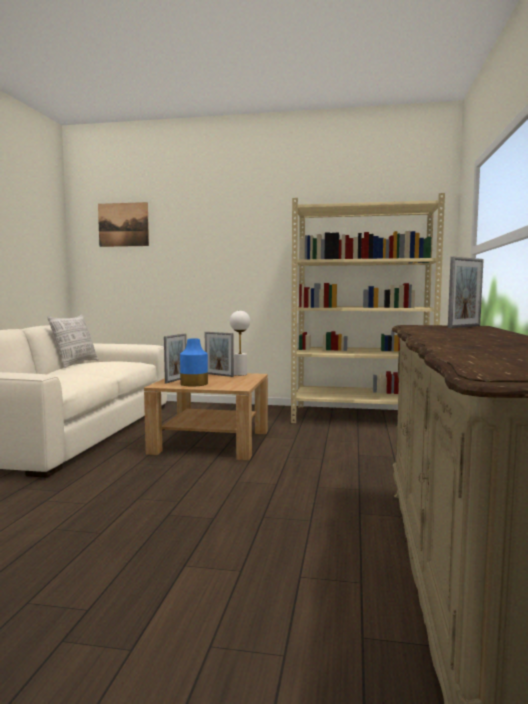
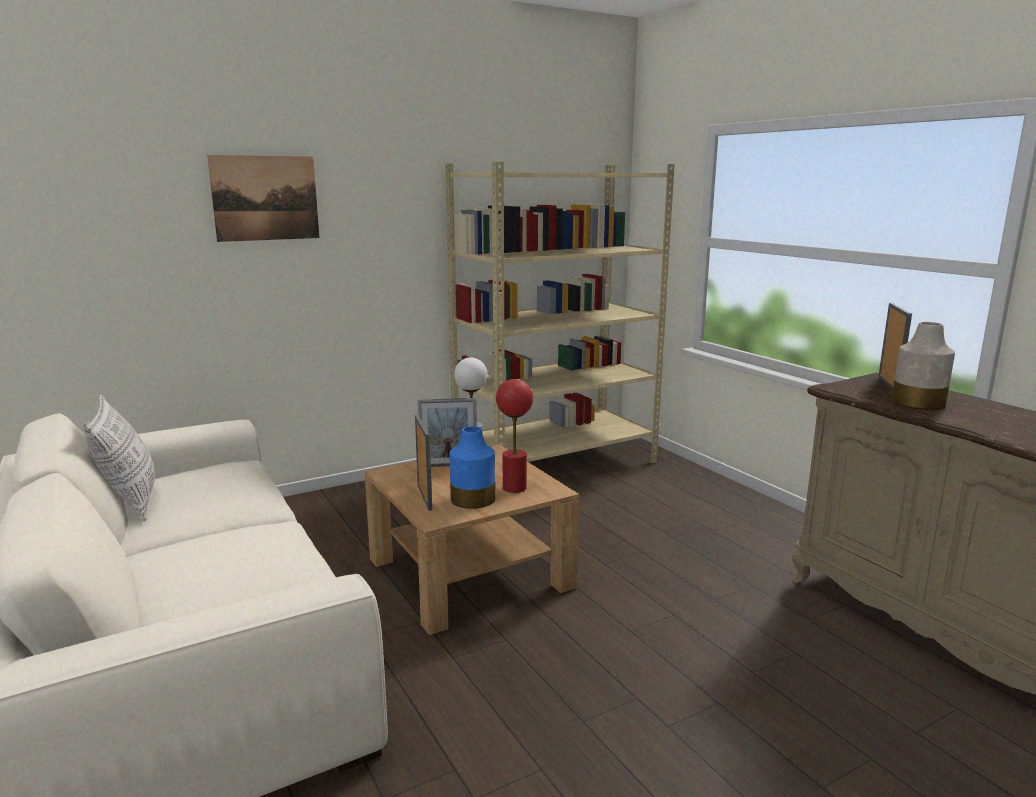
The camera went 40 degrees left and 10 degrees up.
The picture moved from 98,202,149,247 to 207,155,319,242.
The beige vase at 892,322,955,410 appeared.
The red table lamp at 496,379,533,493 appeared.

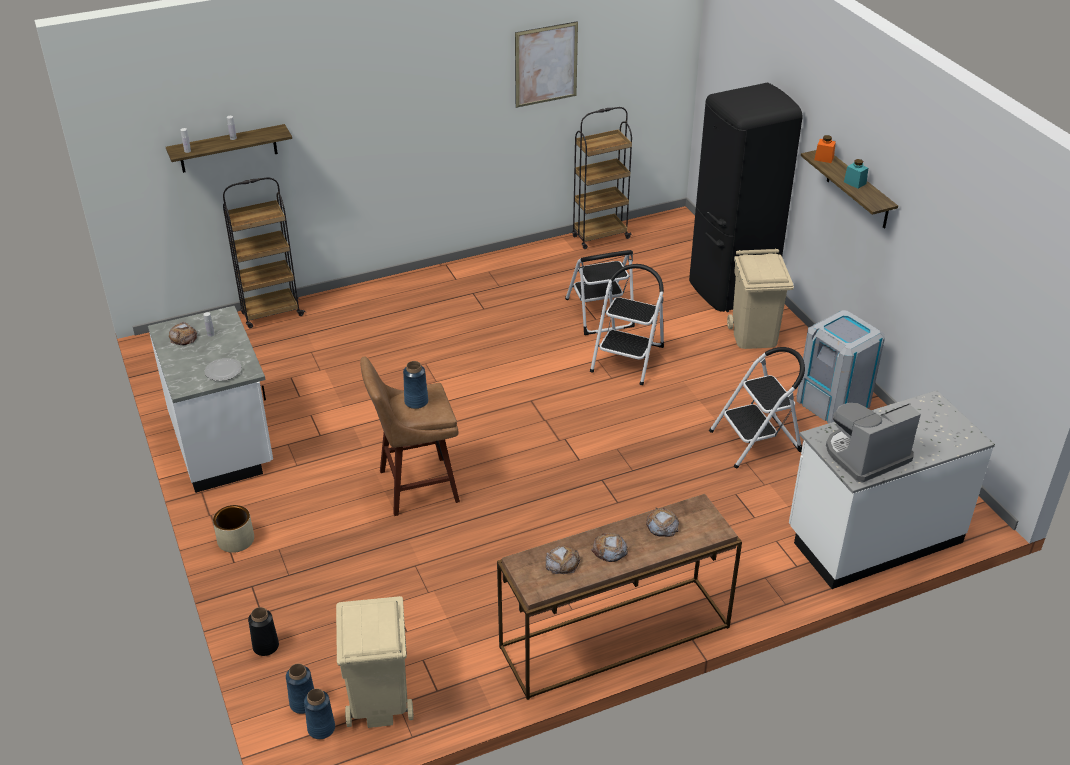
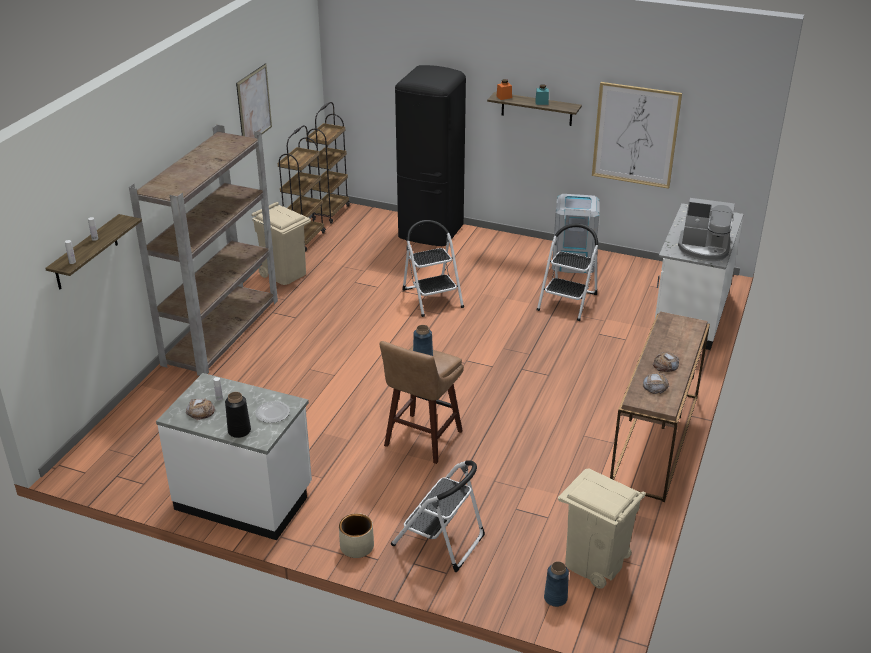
The camera went 45 degrees left and 5 degrees down.
The brown cart moved from 223,178,306,328 to 306,102,350,224.
The beige trash can moved from 727,248,794,349 to 251,202,311,285.
The step ladder moved from 565,250,635,335 to 391,460,485,572.
The coffee machine at 826,403,921,483 turned 90 degrees counterclockwise.
The bread at 646,507,679,537 disappeared.
The black vase moved from 248,607,279,656 to 225,392,251,438.
The blue vase at 304,689,335,739 disappeared.
The picture at 592,82,682,189 appeared.
The brown bookcase at 129,125,278,376 appeared.

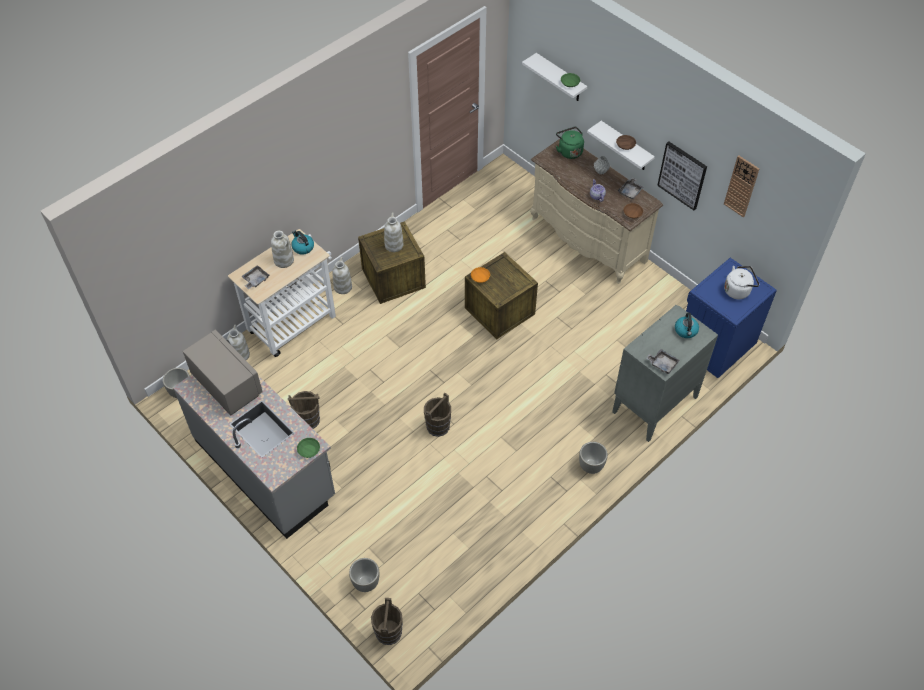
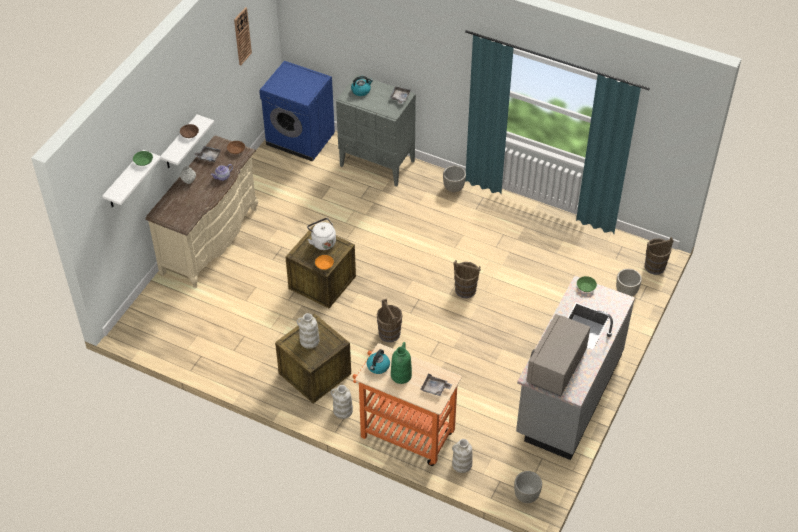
The camera went 110 degrees left and 5 degrees down.
The green kettle at 556,127,584,159 disappeared.
The picture at 657,142,707,210 disappeared.
The white cart at 228,229,336,357 became the orange cart at 353,343,462,466.
The white vase at 271,231,294,268 became the green vase at 391,342,412,384.
The white kettle moved from 724,266,759,299 to 307,218,336,250.
The brown bucket moved from 288,391,320,429 to 377,298,402,342.

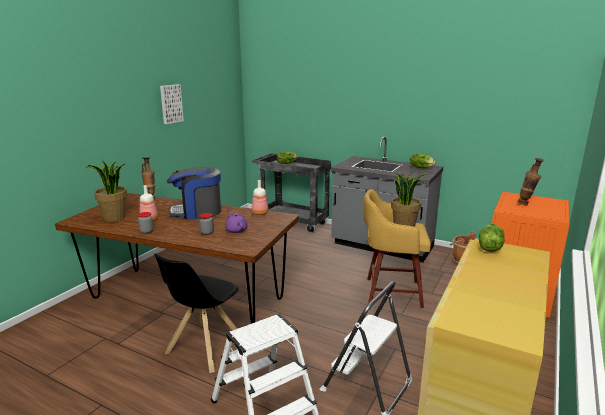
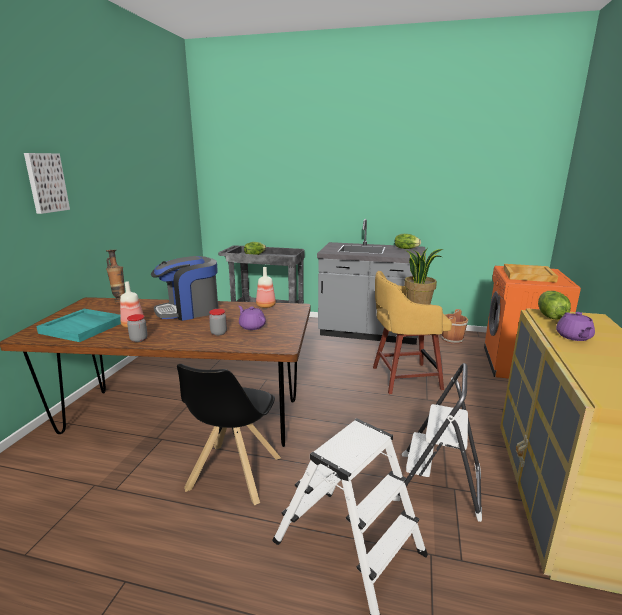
The camera went 15 degrees left and 0 degrees up.
The picture moved from 160,84,184,124 to 24,153,70,214.
The vase at 517,158,545,205 was replaced by the beige tray at 503,264,558,282.
The potted plant at 86,160,127,222 was replaced by the turquoise tray at 36,309,121,342.
The purple teapot at 556,312,595,341 appeared.

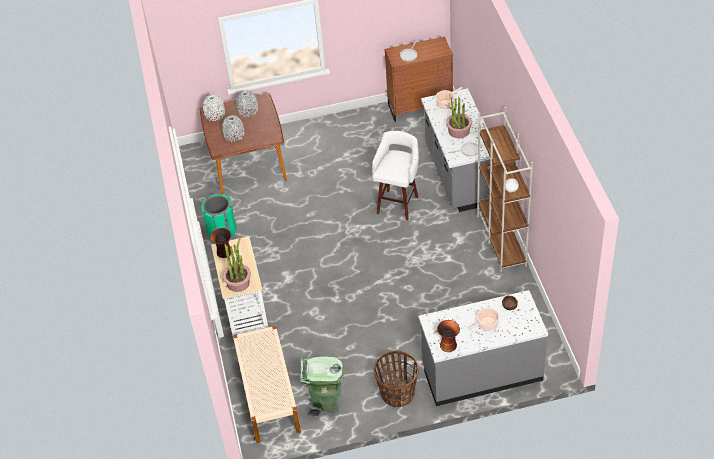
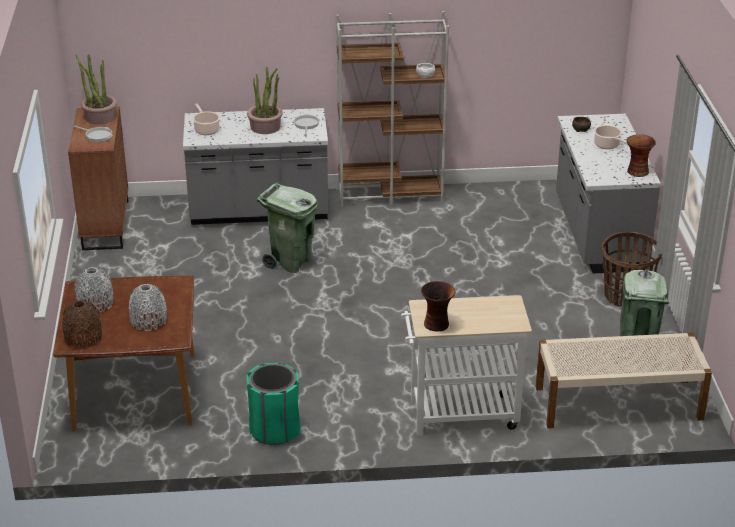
The camera went 85 degrees left and 15 degrees down.
The white vase at 203,95,225,121 became the brown vase at 62,300,102,348.
The white stool at 372,131,419,221 was replaced by the green trash can at 256,183,318,273.
The potted plant moved from 223,237,251,292 to 76,54,117,125.

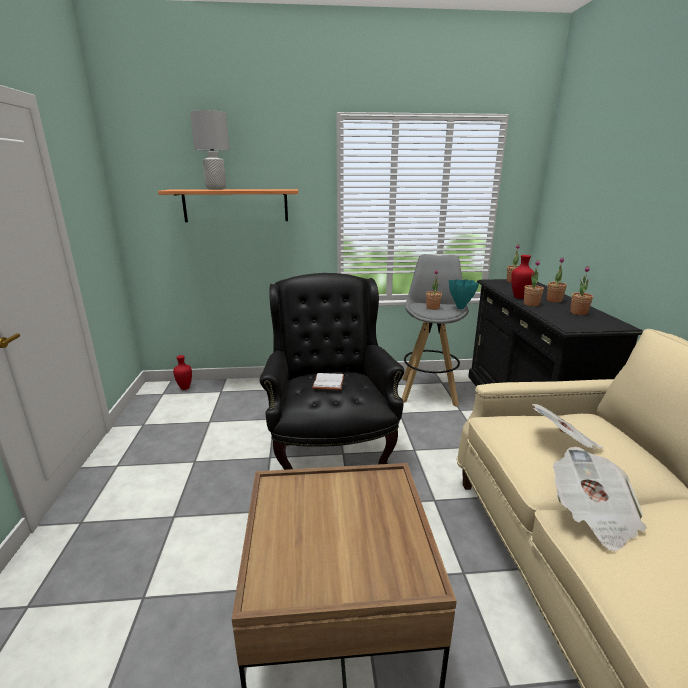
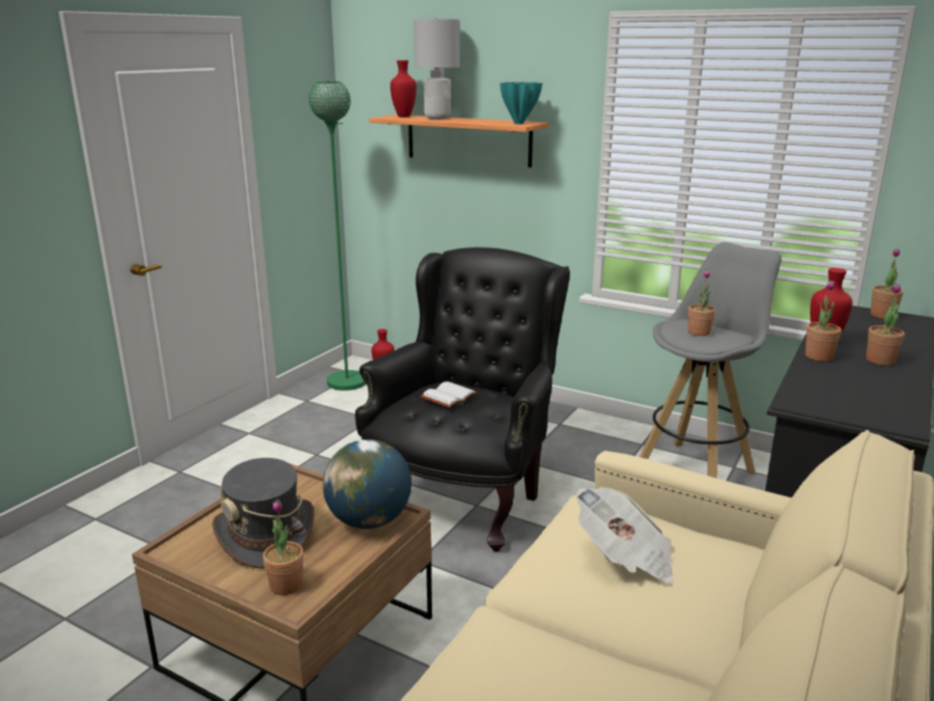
The camera went 35 degrees right and 0 degrees up.
The potted plant moved from 570,266,593,315 to 263,499,304,595.
The turquoise vase moved from 449,279,479,309 to 500,82,543,124.
The newspaper at 553,447,647,552 disappeared.
The red vase at 390,60,417,117 appeared.
The green floor lamp at 309,81,366,391 appeared.
The globe at 323,439,412,529 appeared.
The grey hat at 212,458,315,569 appeared.

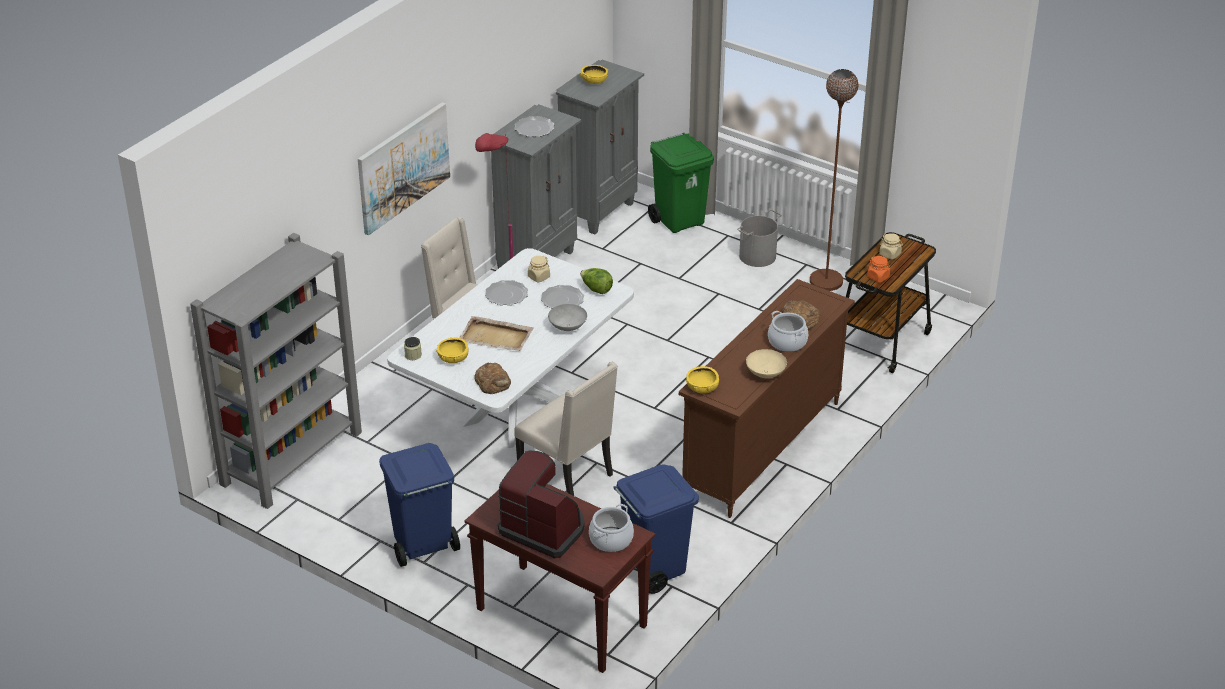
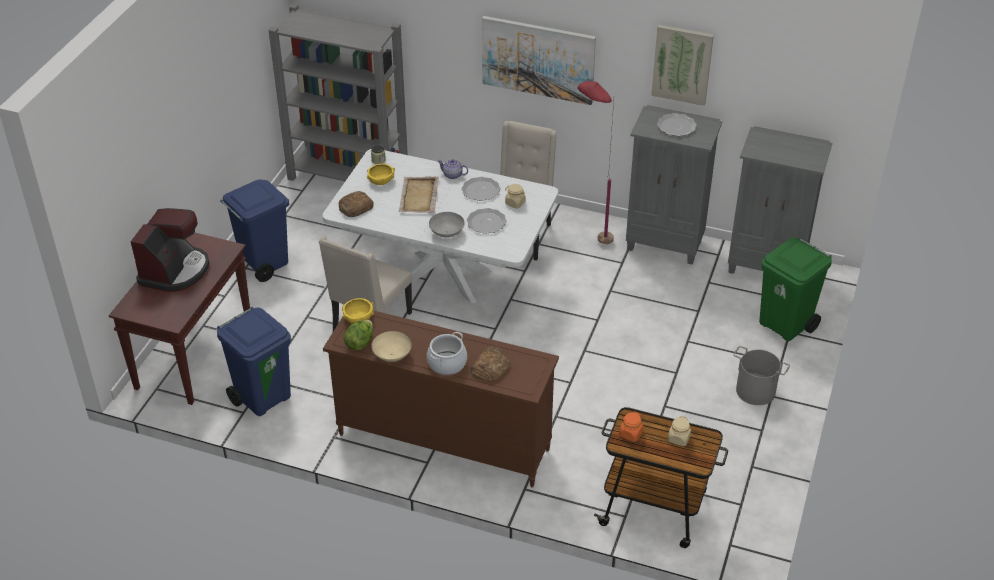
The camera went 75 degrees right and 5 degrees up.
The yellow bowl at 580,65,608,84 disappeared.
The brown floor lamp at 810,69,859,291 disappeared.
The lettuce moved from 580,268,613,294 to 343,320,373,351.
The cooking pot at 589,504,634,552 disappeared.
The picture at 651,25,714,106 appeared.
The teapot at 437,159,468,179 appeared.

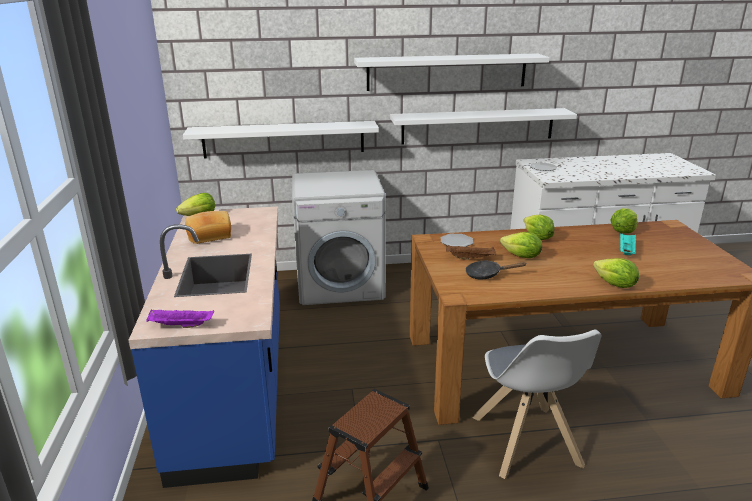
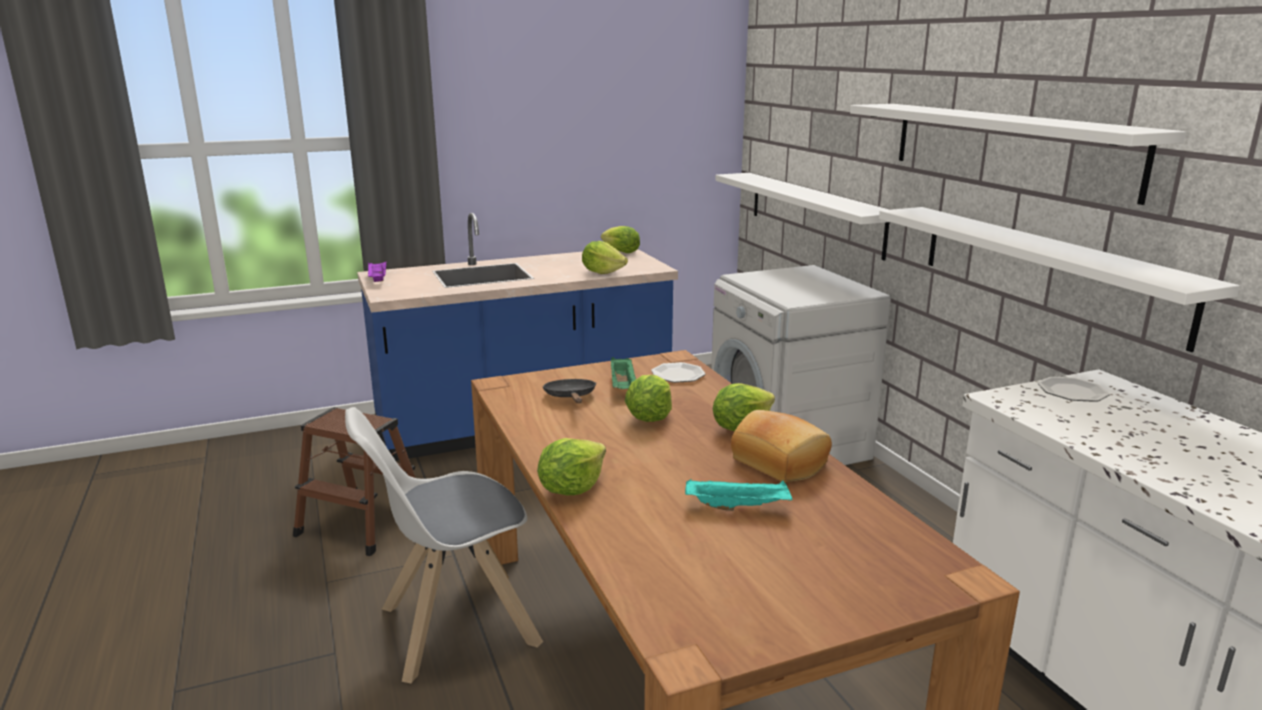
The camera went 75 degrees right and 5 degrees down.
The lettuce moved from 610,208,637,233 to 582,241,628,274.
The bread moved from 185,211,231,244 to 731,410,832,482.
The brown tray at 446,245,496,260 became the green tray at 611,357,636,389.

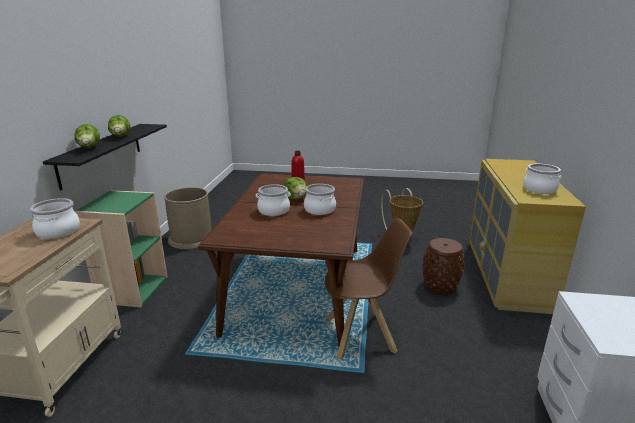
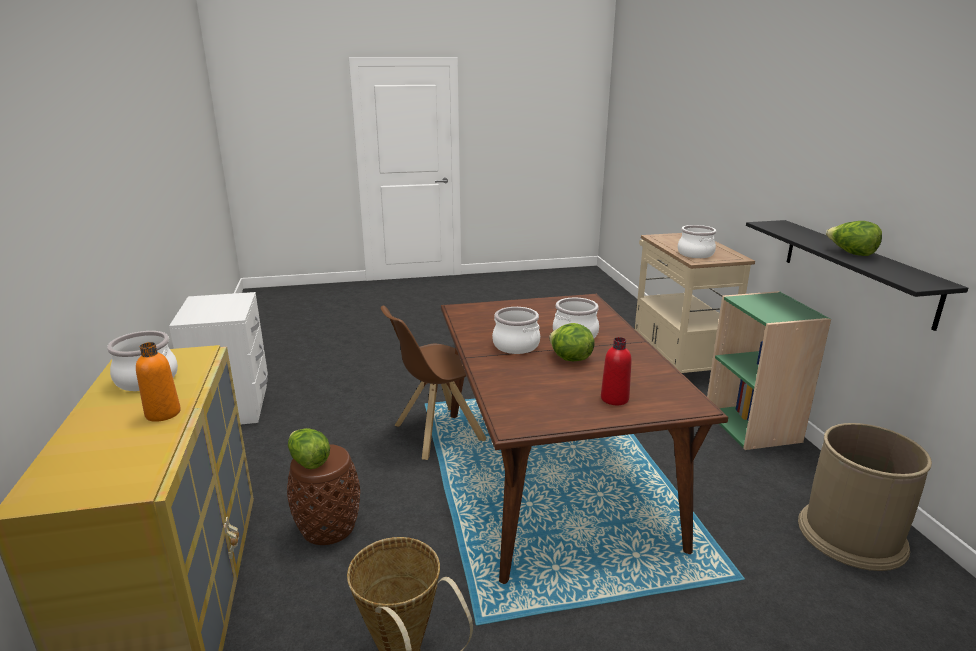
The camera went 160 degrees right and 0 degrees up.
The lettuce moved from 75,124,100,148 to 288,428,330,469.
The orange bottle at 136,342,181,422 appeared.

